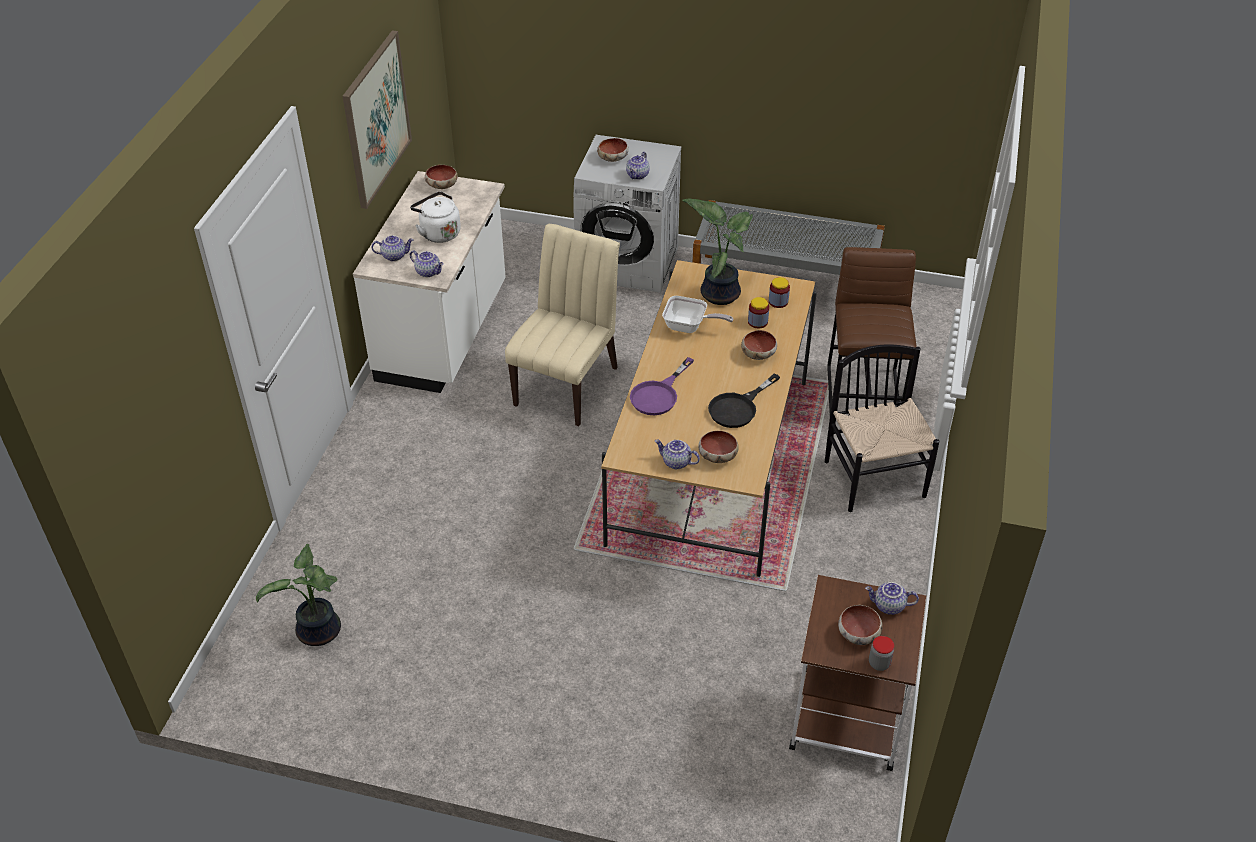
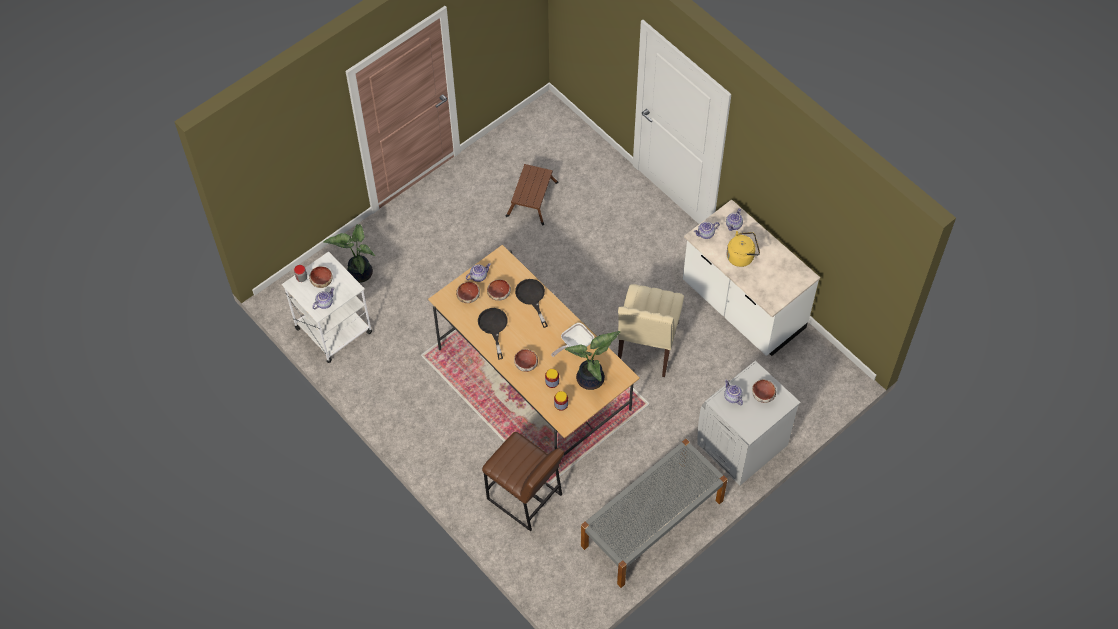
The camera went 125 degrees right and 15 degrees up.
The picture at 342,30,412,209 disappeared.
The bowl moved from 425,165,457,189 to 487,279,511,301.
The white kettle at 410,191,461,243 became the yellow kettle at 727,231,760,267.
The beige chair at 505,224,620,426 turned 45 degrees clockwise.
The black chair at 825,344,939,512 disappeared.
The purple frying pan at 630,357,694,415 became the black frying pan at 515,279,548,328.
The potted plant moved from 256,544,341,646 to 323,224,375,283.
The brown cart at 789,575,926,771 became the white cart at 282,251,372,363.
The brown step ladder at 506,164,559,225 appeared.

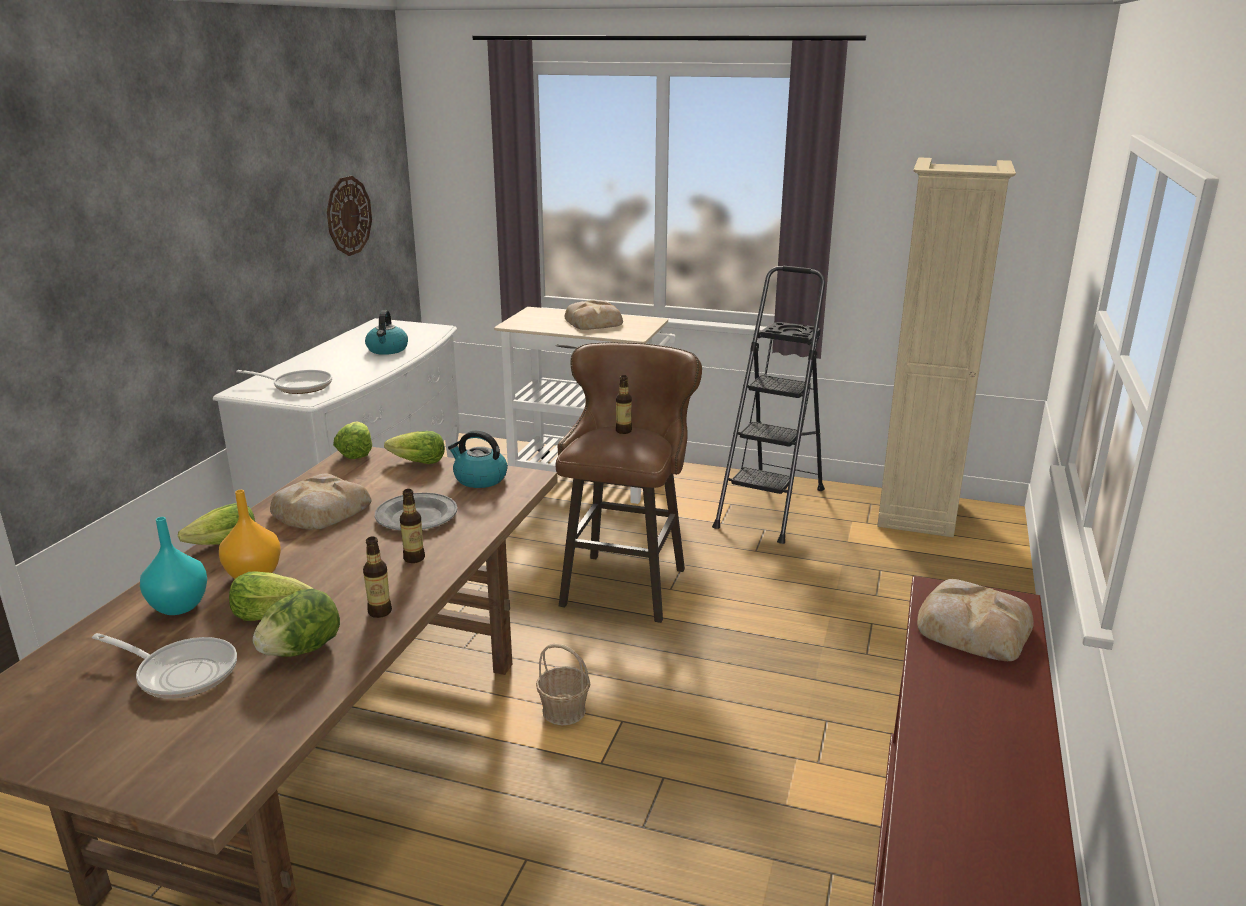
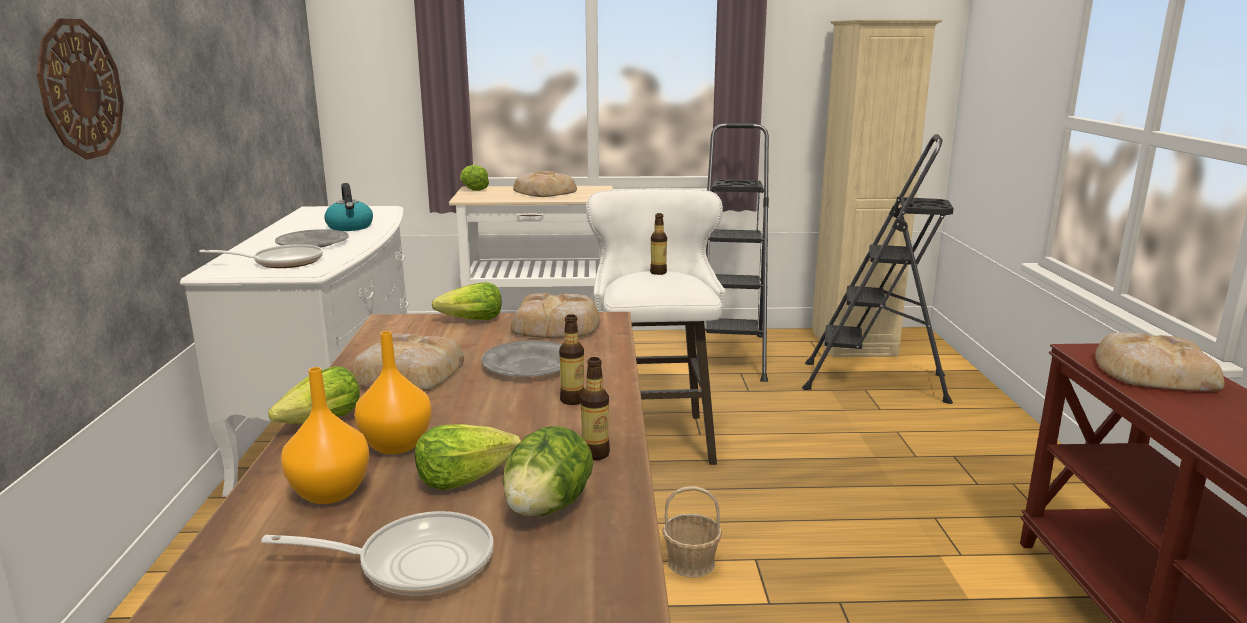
The camera went 20 degrees left and 5 degrees down.
The wall clock moved from 327,176,372,256 to 37,19,124,160.
The brown stool at 556,342,702,623 became the white stool at 586,188,726,465.
The lettuce moved from 333,421,372,459 to 460,165,489,191.
The kettle at 448,431,508,488 was replaced by the bread at 511,293,601,338.
The turquoise vase at 140,517,207,615 became the orange vase at 281,367,369,504.
The step ladder at 802,134,953,404 appeared.
The grey plate at 275,229,349,247 appeared.

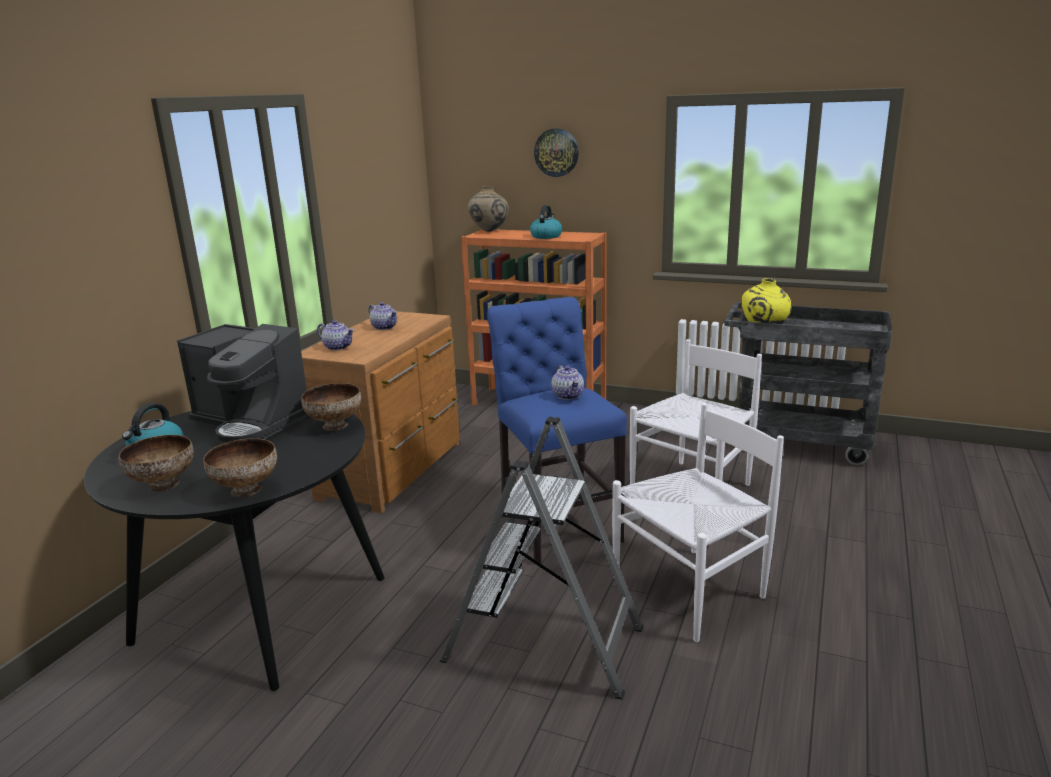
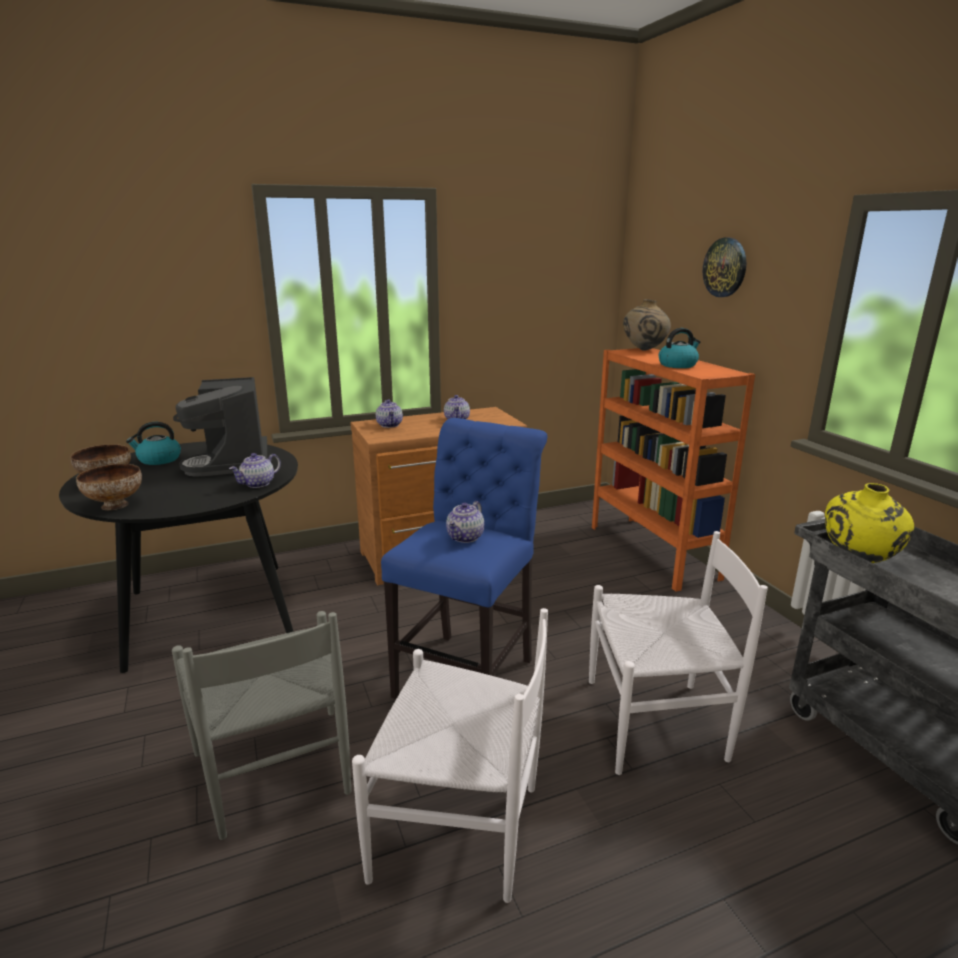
The camera went 45 degrees right and 0 degrees up.
The bowl at 301,383,361,431 was replaced by the teapot at 229,453,281,488.
The grey step ladder at 440,416,644,700 was replaced by the grey chair at 172,611,351,840.

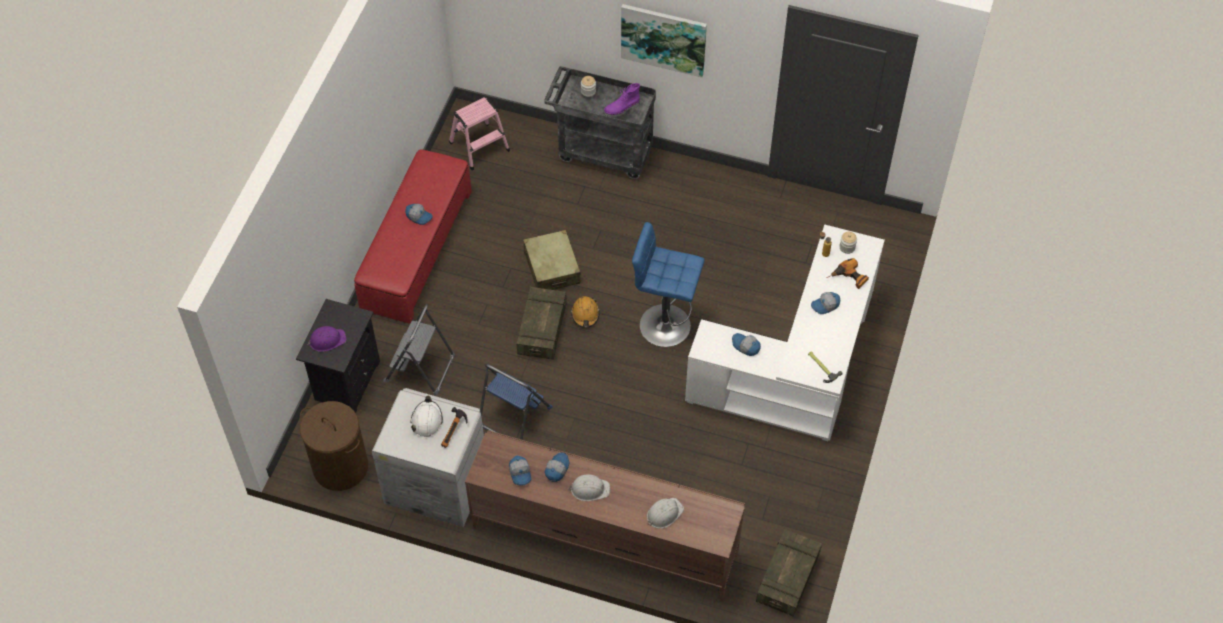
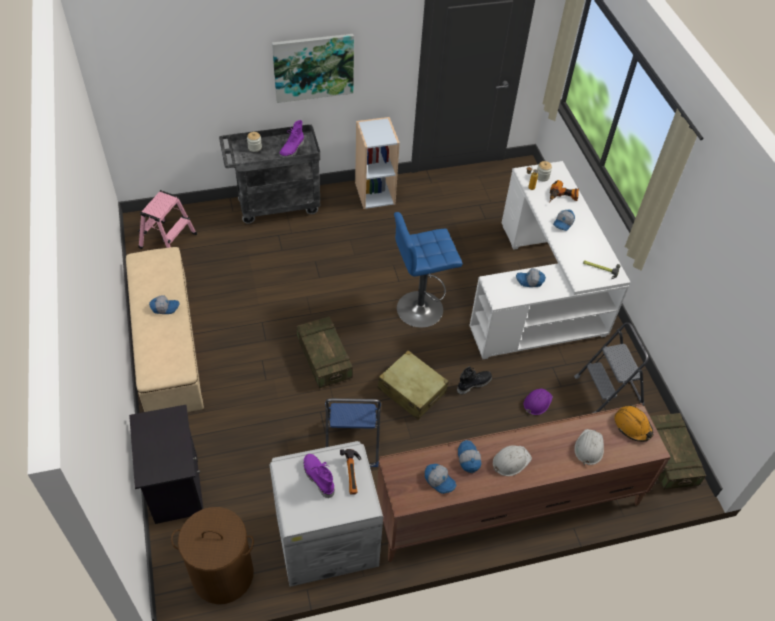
The camera went 35 degrees left and 5 degrees down.
The red bench at 354,150,472,324 became the beige bench at 126,247,204,412.
The beige suitcase moved from 523,230,580,290 to 378,350,449,420.
The orange hard hat moved from 571,296,600,328 to 614,404,654,442.
The grey step ladder moved from 383,304,455,396 to 574,322,649,413.
The purple hard hat moved from 308,326,346,352 to 523,388,553,415.
The white hard hat at 410,396,443,437 was replaced by the purple boot at 304,454,334,498.
The bookcase at 355,117,400,209 appeared.
The black boot at 457,366,492,395 appeared.

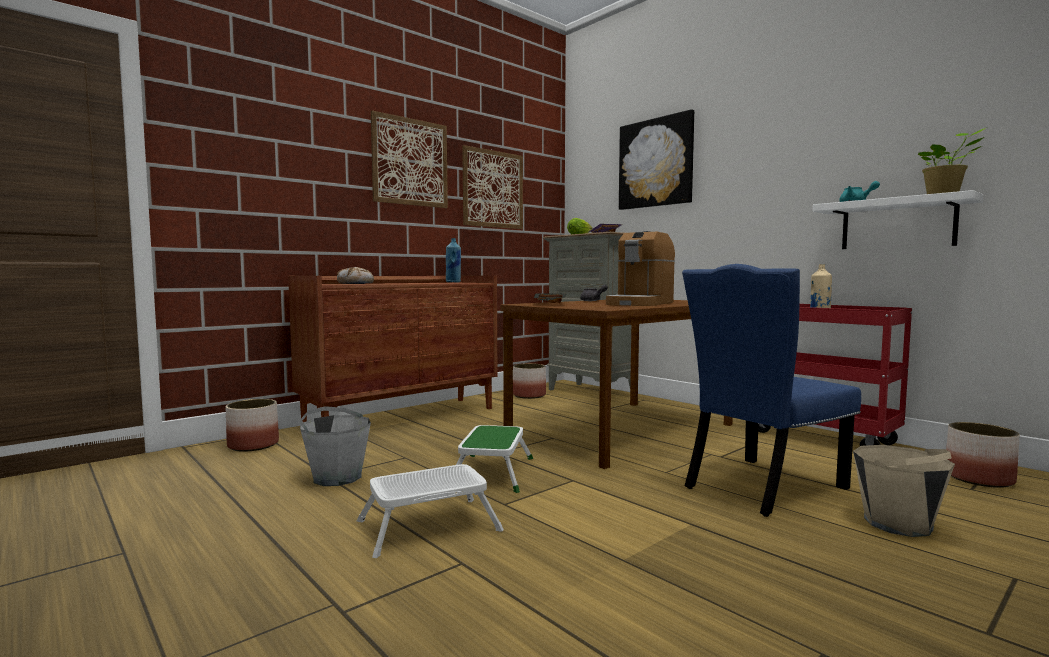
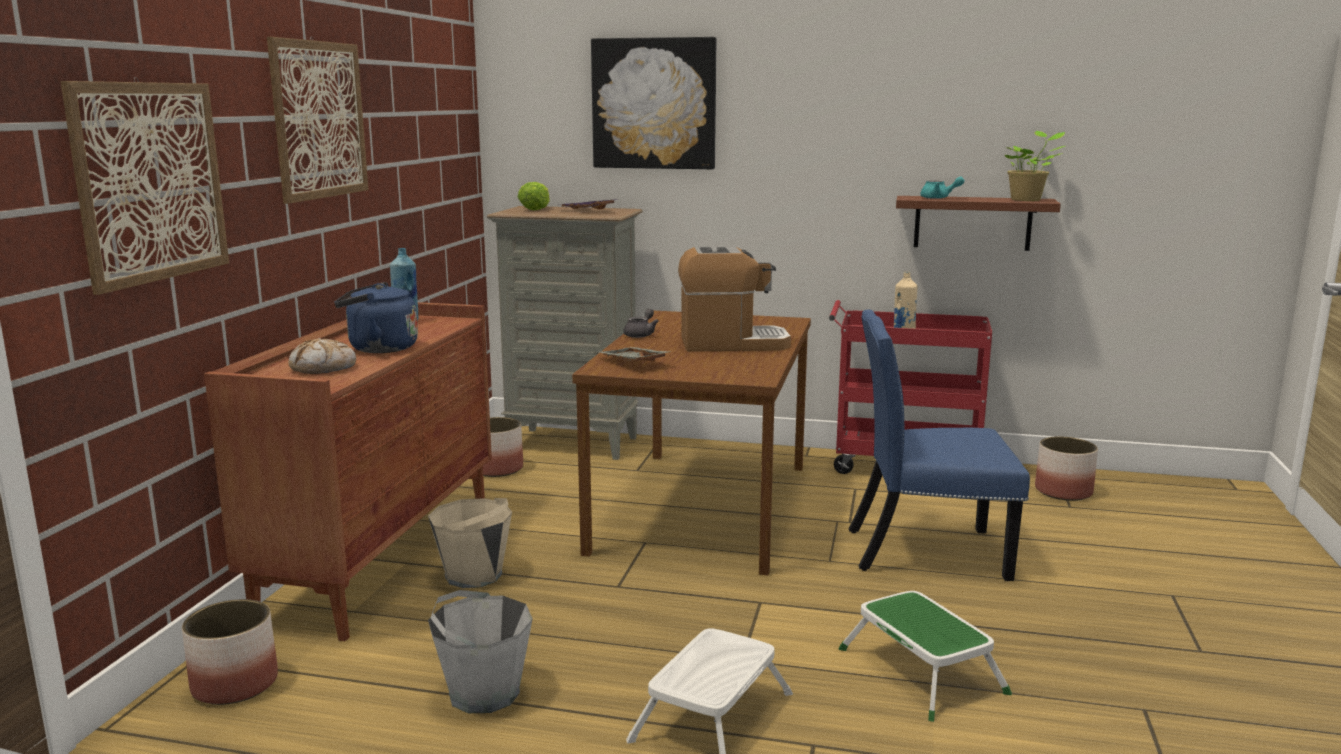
The camera went 35 degrees left and 10 degrees up.
The picture moved from 462,145,523,229 to 61,77,229,295.
The white shelf at 812,190,983,249 became the brown shelf at 896,196,1061,251.
The coffee machine at 606,231,675,306 turned 90 degrees counterclockwise.
The blue chair at 682,264,861,517 turned 75 degrees clockwise.
The green step ladder moved from 456,425,533,493 to 839,591,1012,722.
The beige bucket moved from 853,445,955,537 to 428,498,512,588.
The blue kettle at 334,282,418,353 appeared.

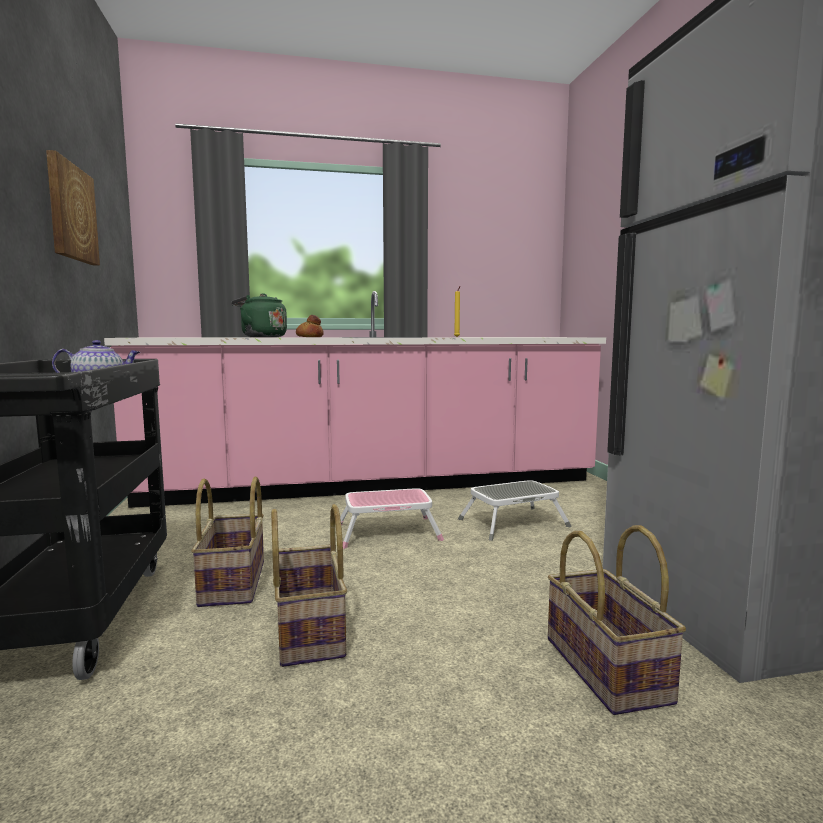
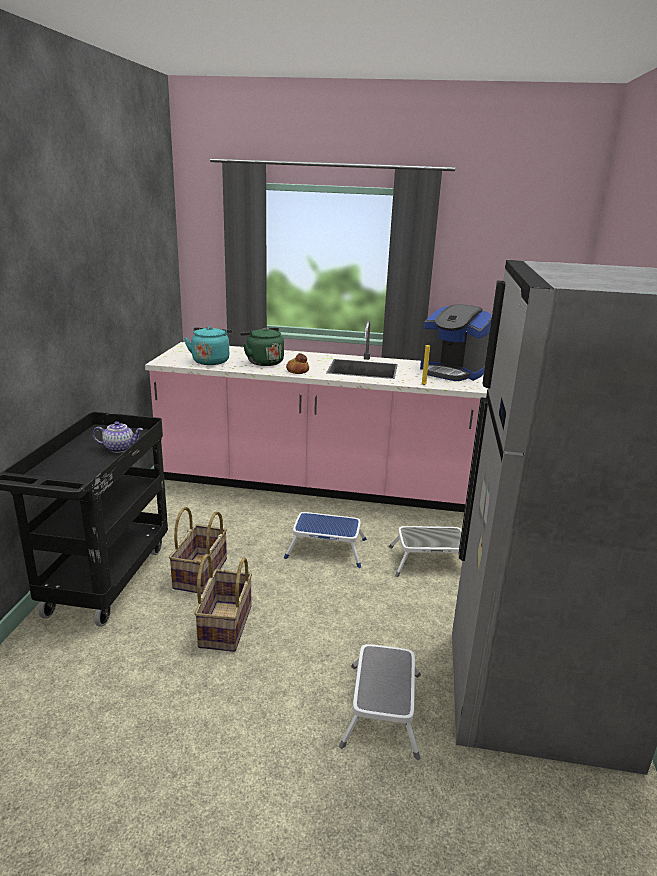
The camera went 20 degrees right and 15 degrees up.
The picture at 46,150,100,266 disappeared.
The pink step ladder at 340,488,444,549 became the blue step ladder at 284,512,367,568.
The basket at 548,525,686,715 was replaced by the grey step ladder at 339,644,421,760.
The coffee machine at 420,304,492,381 appeared.
The turquoise kettle at 184,326,233,365 appeared.

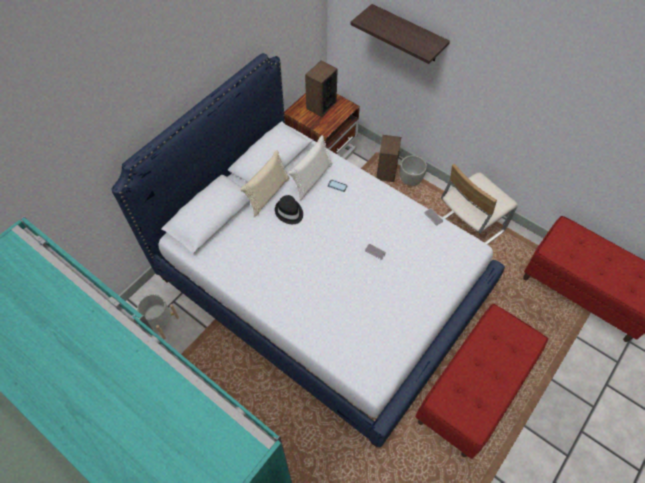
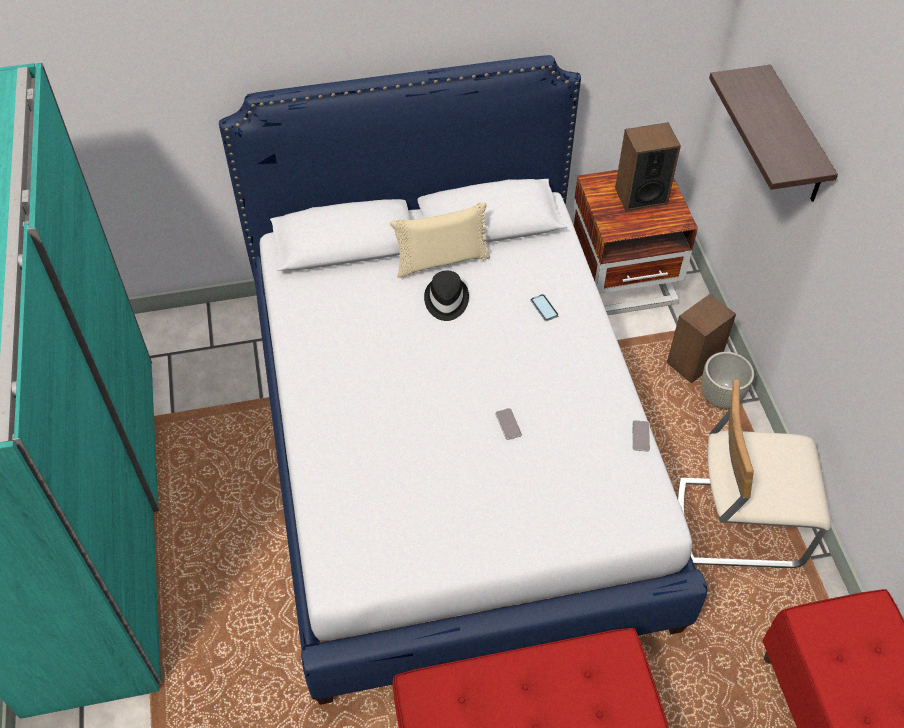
The camera went 40 degrees right and 5 degrees down.
The white pillow at 288,135,333,200 disappeared.
The grey planter at 137,294,179,339 disappeared.

